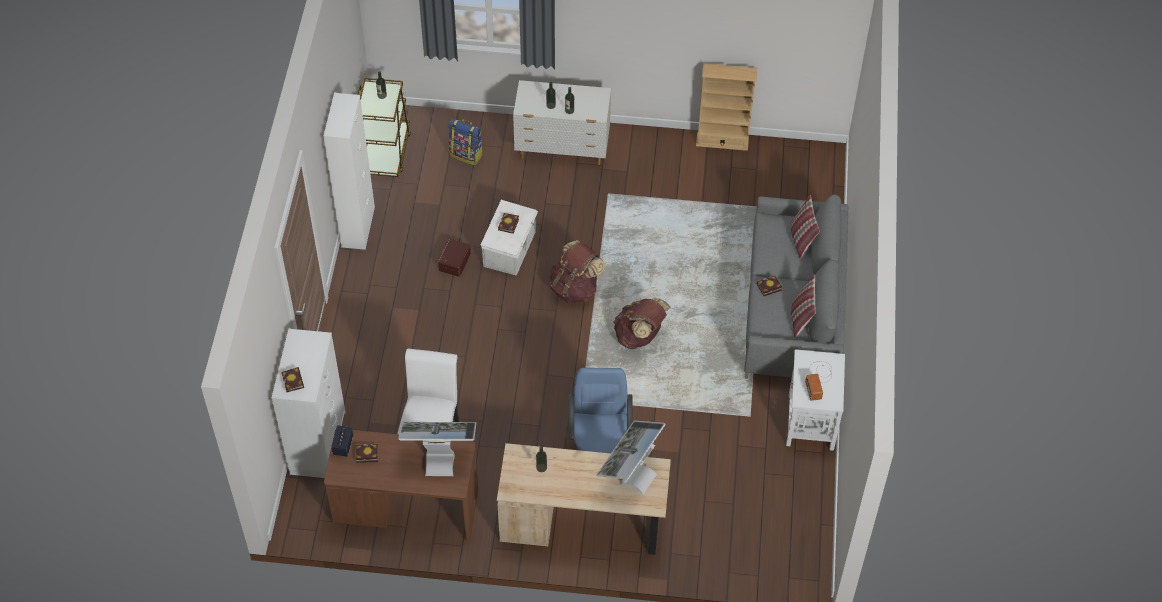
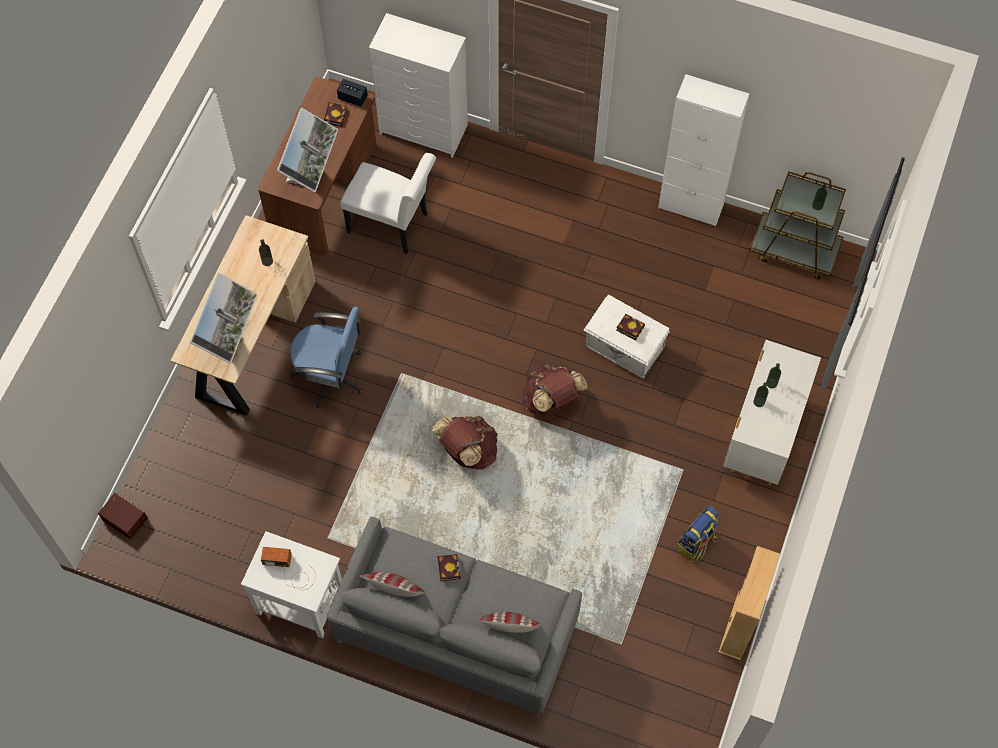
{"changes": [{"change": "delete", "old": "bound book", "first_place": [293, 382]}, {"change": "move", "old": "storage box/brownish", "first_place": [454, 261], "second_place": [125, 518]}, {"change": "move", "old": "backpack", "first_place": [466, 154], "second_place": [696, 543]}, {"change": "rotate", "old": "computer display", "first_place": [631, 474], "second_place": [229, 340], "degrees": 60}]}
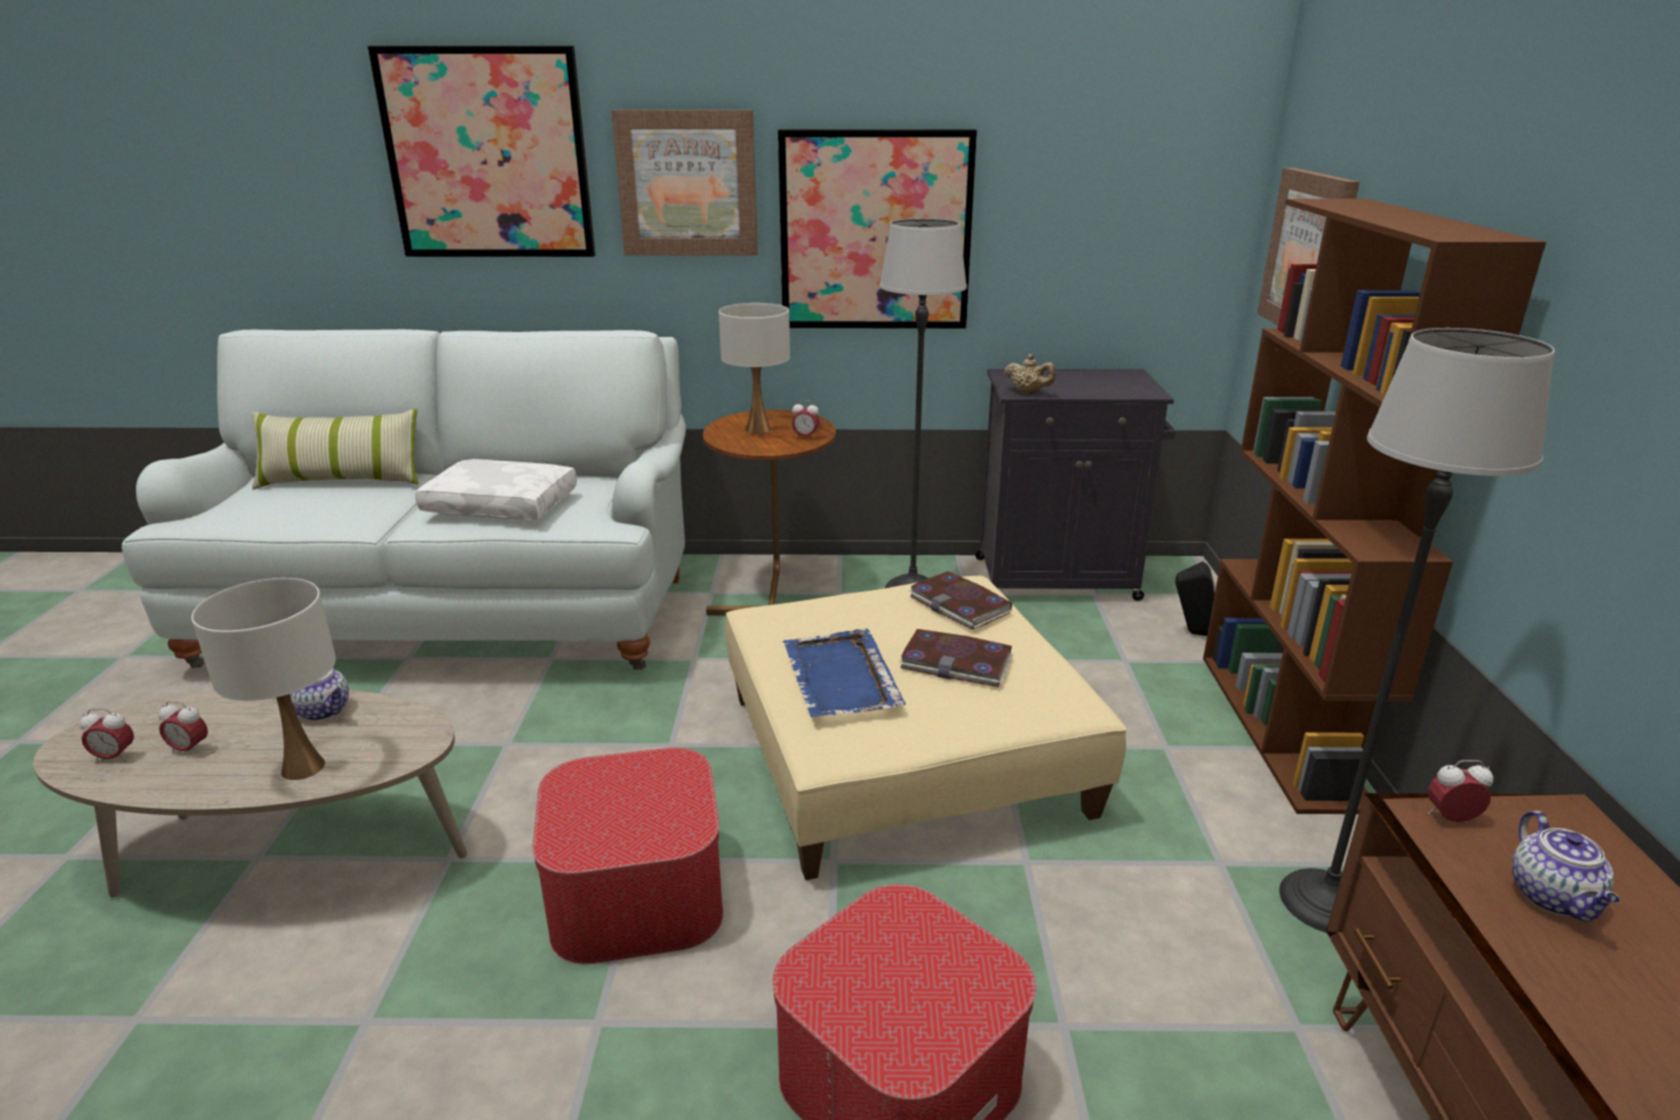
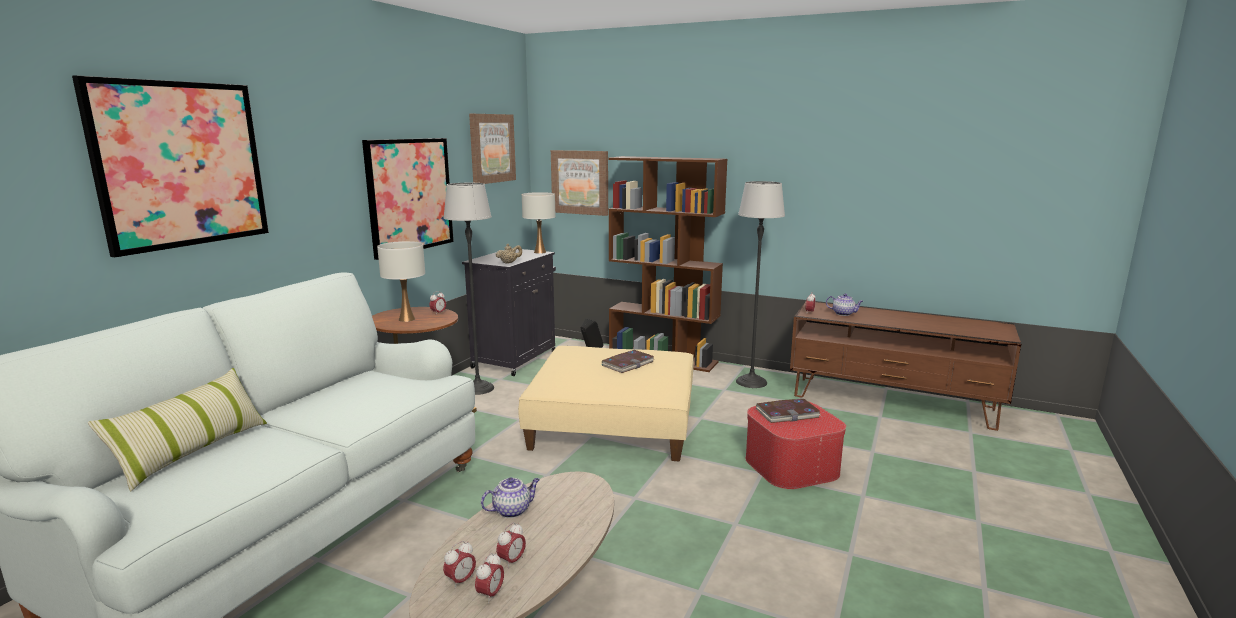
{"changes": [{"change": "delete", "old": "throw pillow/white", "first_place": [503, 505]}, {"change": "delete", "old": "ottoman", "first_place": [636, 893]}, {"change": "delete", "old": "carrying tray/blue-coloured", "first_place": [841, 678]}, {"change": "insert", "new": "bedside clock", "second_place": [461, 581]}, {"change": "move", "old": "tabletop lamp/white", "first_place": [302, 767], "second_place": [539, 252]}, {"change": "move", "old": "wall picture", "first_place": [687, 183], "second_place": [491, 148]}, {"change": "move", "old": "bound book", "first_place": [960, 604], "second_place": [787, 413]}]}
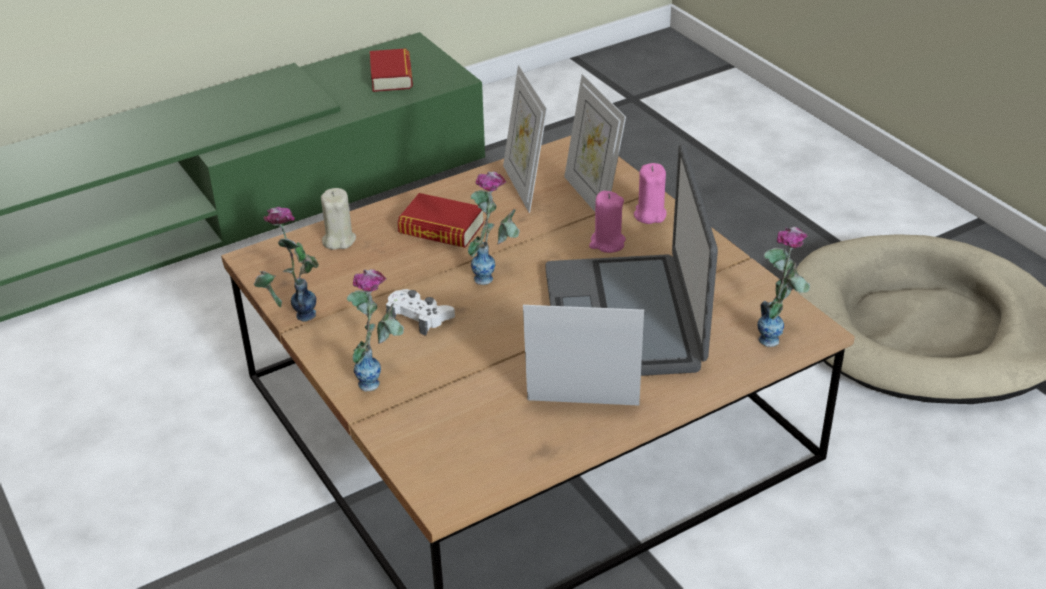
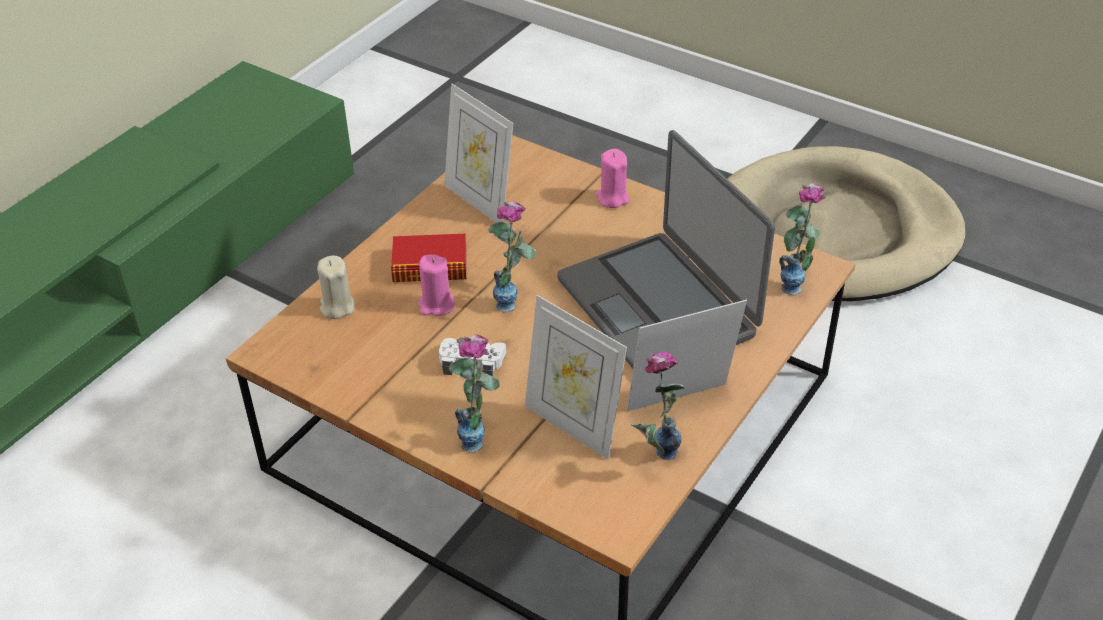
{"changes": [{"change": "delete", "old": "bound book", "first_place": [391, 76]}, {"change": "move", "old": "vase", "first_place": [291, 318], "second_place": [655, 459]}, {"change": "move", "old": "photo frame", "first_place": [592, 197], "second_place": [573, 425]}, {"change": "move", "old": "wax candle/pinkish", "first_place": [607, 243], "second_place": [436, 305]}]}
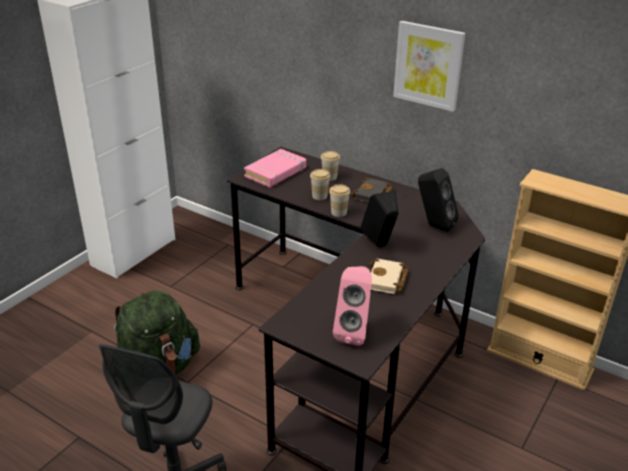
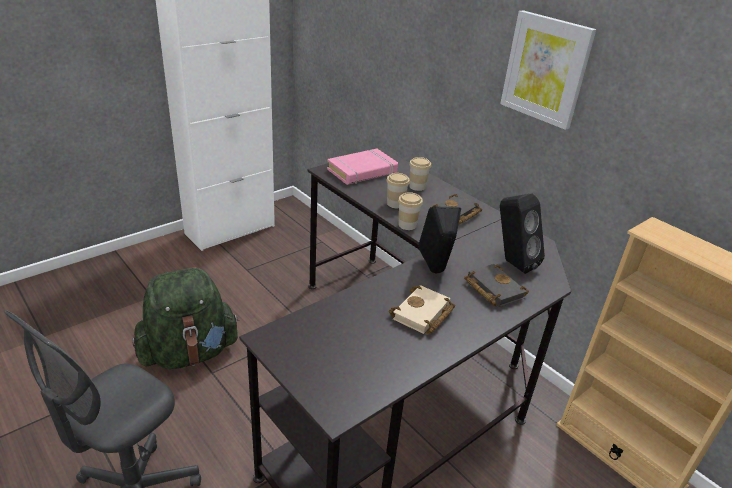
{"changes": [{"change": "delete", "old": "audio speaker/pinkish", "first_place": [354, 332]}, {"change": "insert", "new": "bound book/black-coloured", "second_place": [492, 289]}]}
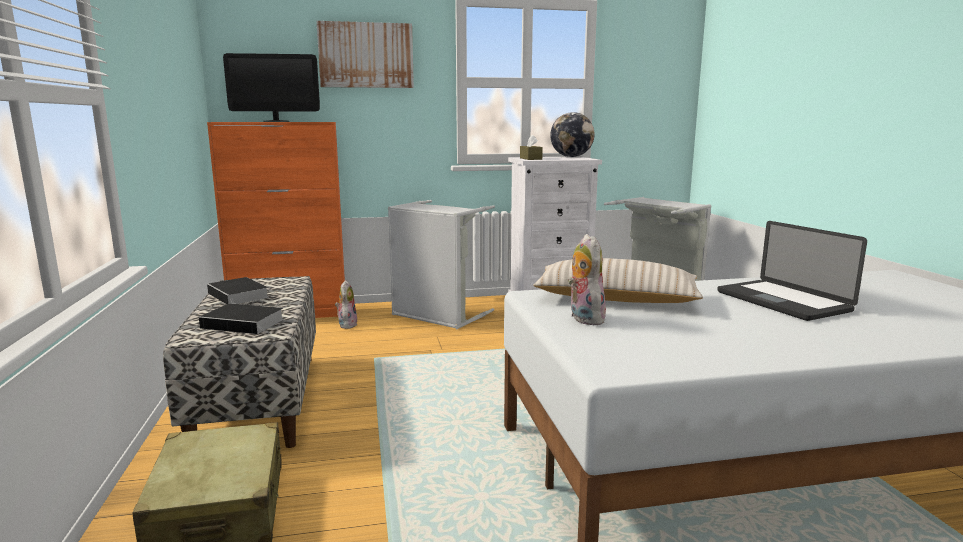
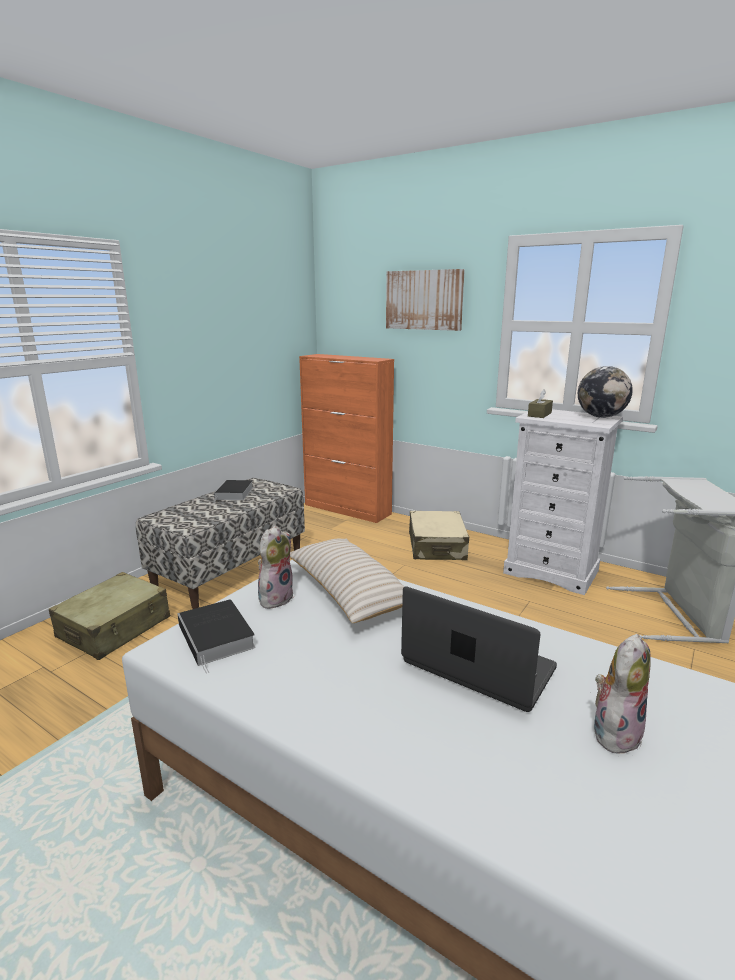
{"changes": [{"change": "delete", "old": "computer display", "first_place": [276, 121]}, {"change": "move", "old": "bound book", "first_place": [245, 323], "second_place": [217, 637]}, {"change": "move", "old": "cuddly toy", "first_place": [347, 324], "second_place": [614, 731]}, {"change": "replace", "old": "hamper/greyish", "new": "suitcase/sand-coloured", "first_place": [437, 316], "second_place": [436, 546]}, {"change": "rotate", "old": "notebook computer", "first_place": [782, 301], "second_place": [478, 666], "degrees": 105}]}
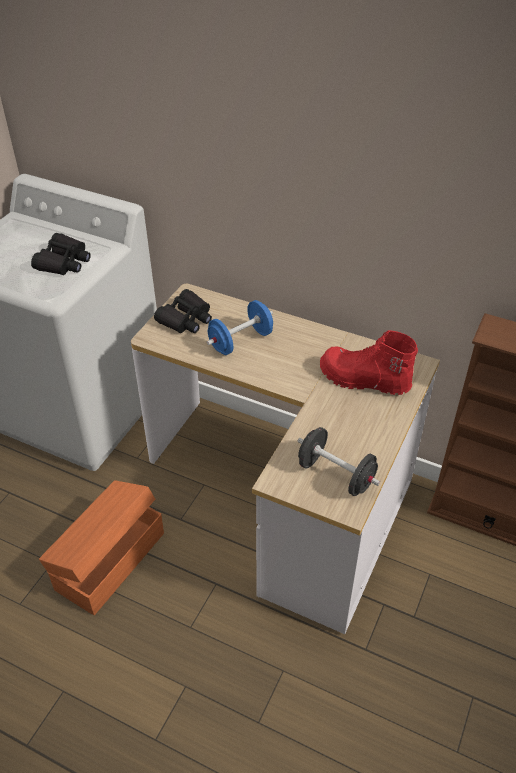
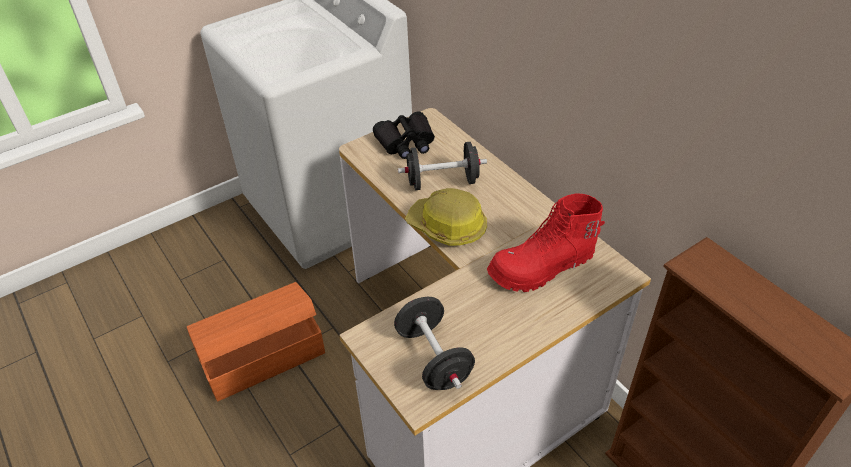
{"changes": [{"change": "delete", "old": "binoculars/black-coloured", "first_place": [64, 262]}, {"change": "insert", "new": "hard hat", "second_place": [447, 227]}, {"change": "recolor", "old": "hand weight/blue-coloured", "new": "hand weight/black-coloured", "first_place": [240, 341], "second_place": [442, 182]}, {"change": "rotate", "old": "boot/red", "first_place": [363, 380], "second_place": [542, 268], "degrees": -75}]}
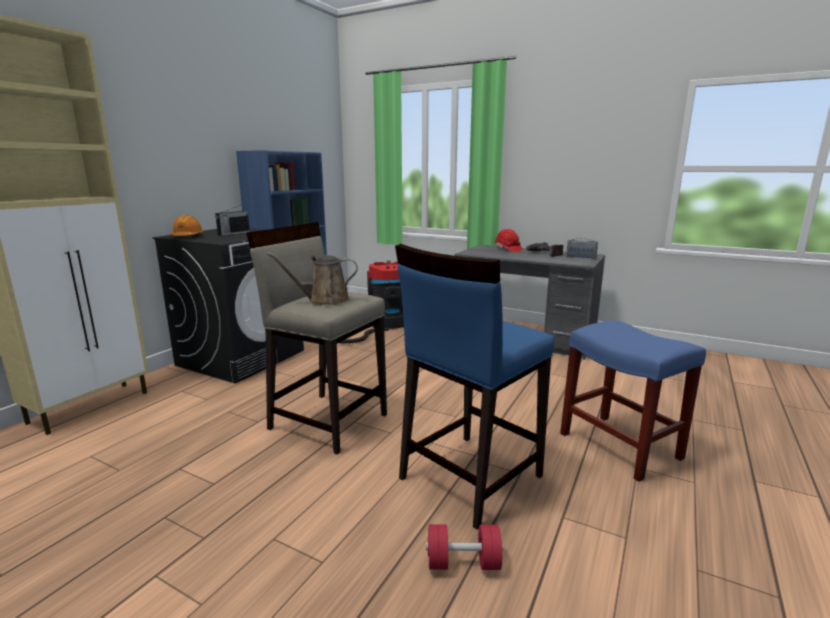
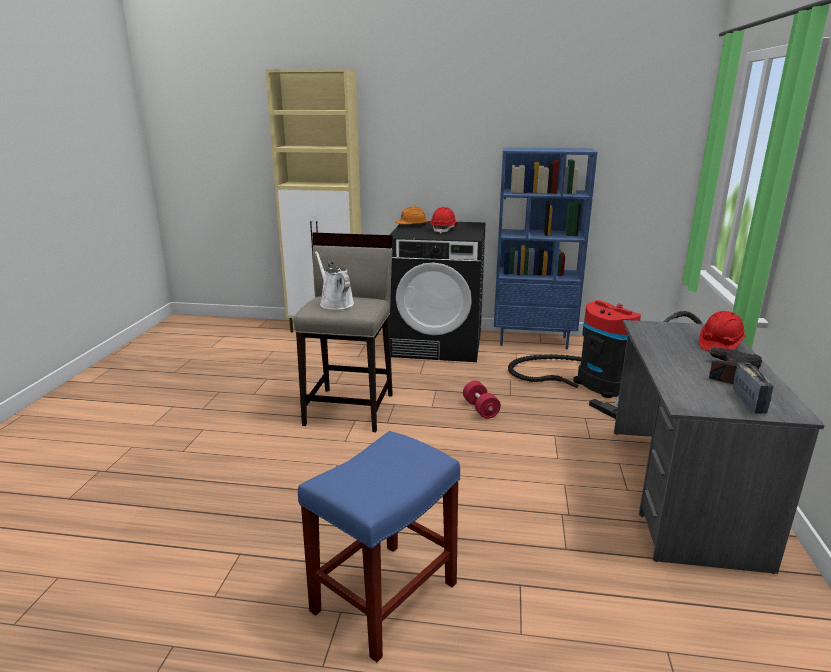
{"changes": [{"change": "delete", "old": "stool/blue-coloured", "first_place": [469, 477]}, {"change": "move", "old": "hand weight/red", "first_place": [463, 563], "second_place": [480, 409]}, {"change": "replace", "old": "radio", "new": "hard hat/red", "first_place": [233, 233], "second_place": [444, 230]}, {"change": "recolor", "old": "watering pot/brownish", "new": "watering pot/white", "first_place": [324, 300], "second_place": [335, 303]}]}
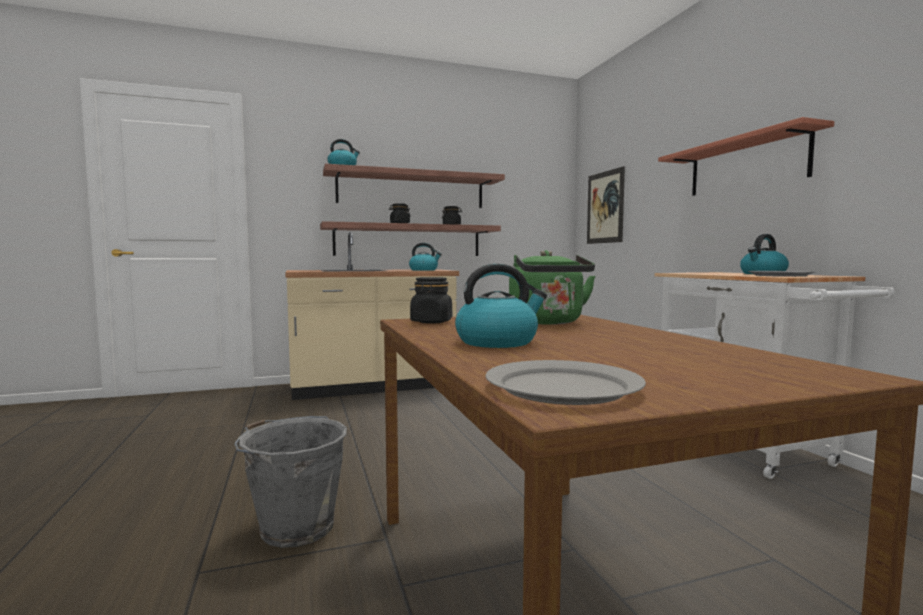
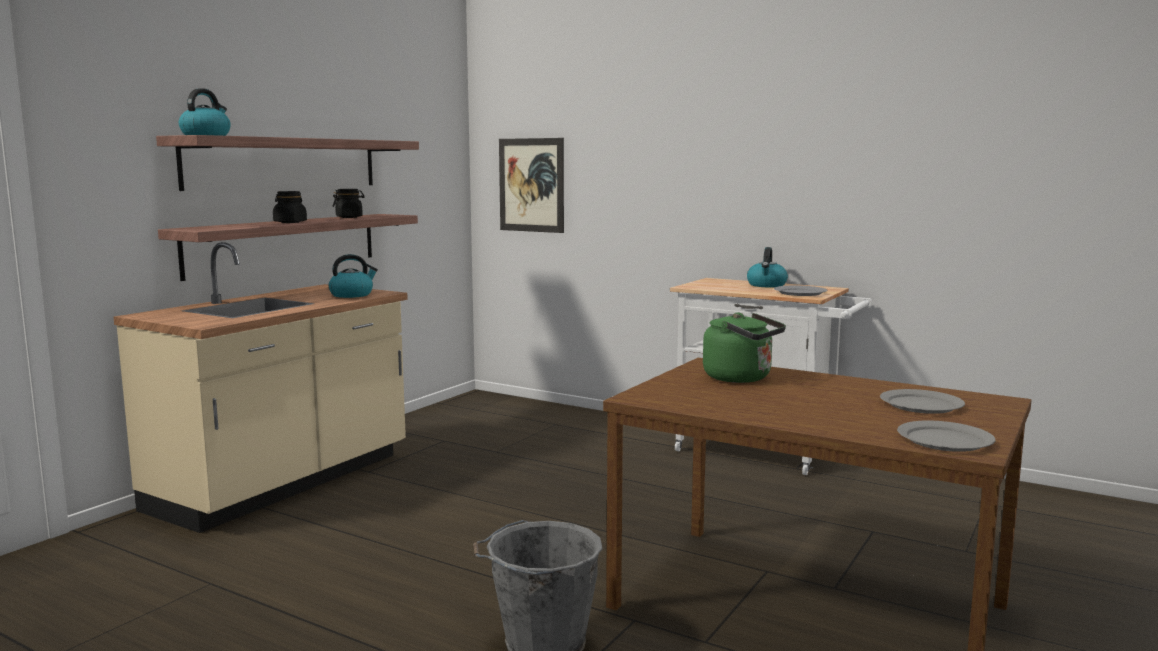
{"changes": [{"change": "delete", "old": "jar/black-coloured", "first_place": [431, 322]}, {"change": "delete", "old": "water kettle", "first_place": [498, 342]}, {"change": "delete", "old": "wall shelf", "first_place": [746, 165]}, {"change": "insert", "new": "plate/greyish", "second_place": [920, 405]}]}
